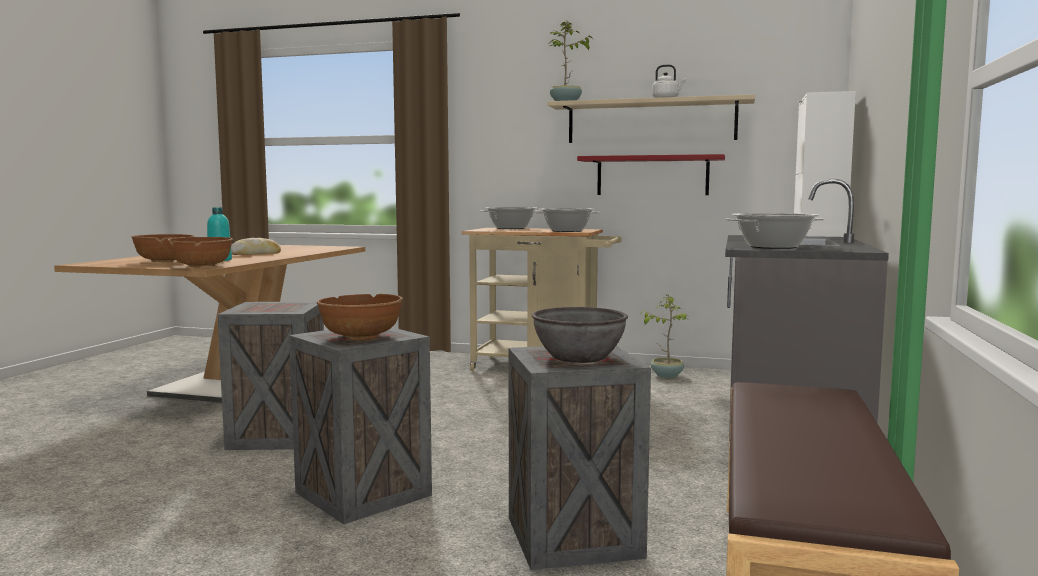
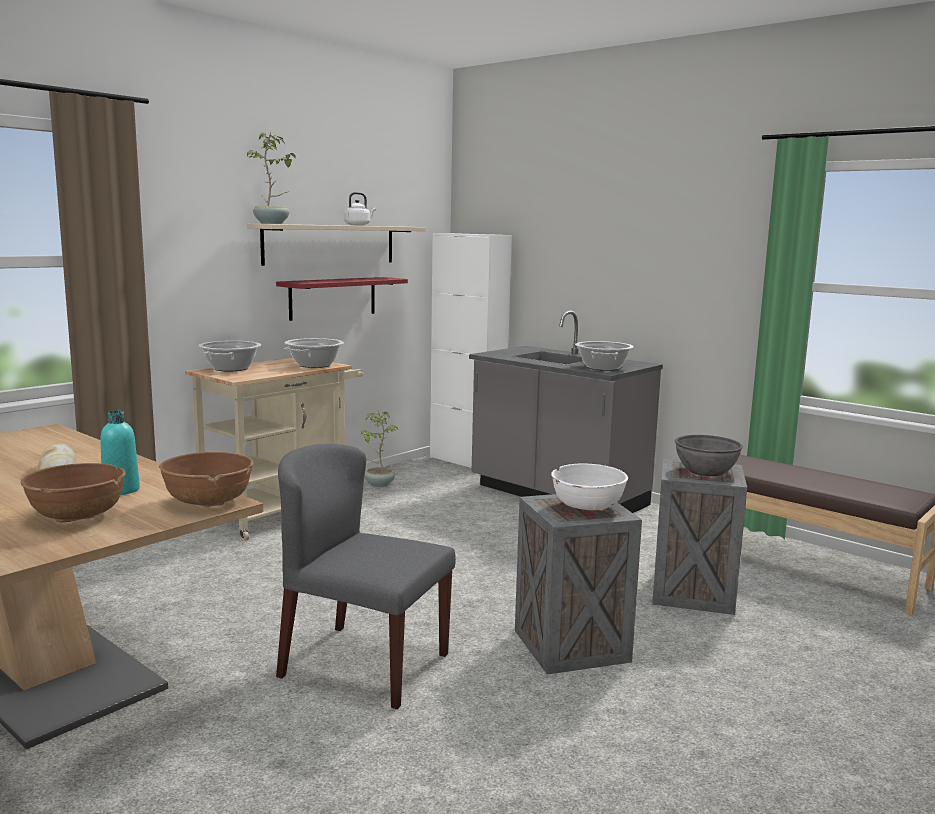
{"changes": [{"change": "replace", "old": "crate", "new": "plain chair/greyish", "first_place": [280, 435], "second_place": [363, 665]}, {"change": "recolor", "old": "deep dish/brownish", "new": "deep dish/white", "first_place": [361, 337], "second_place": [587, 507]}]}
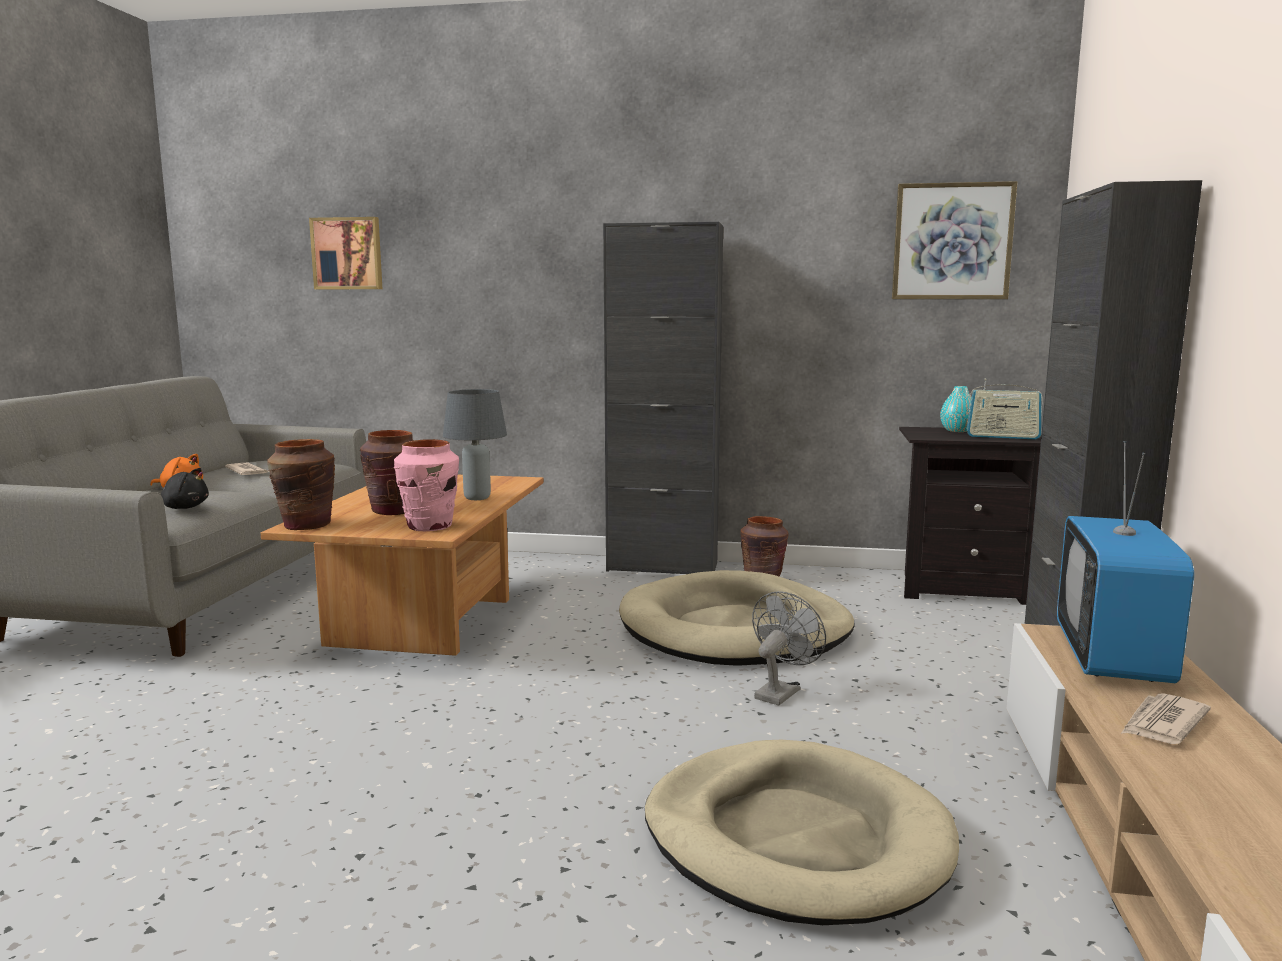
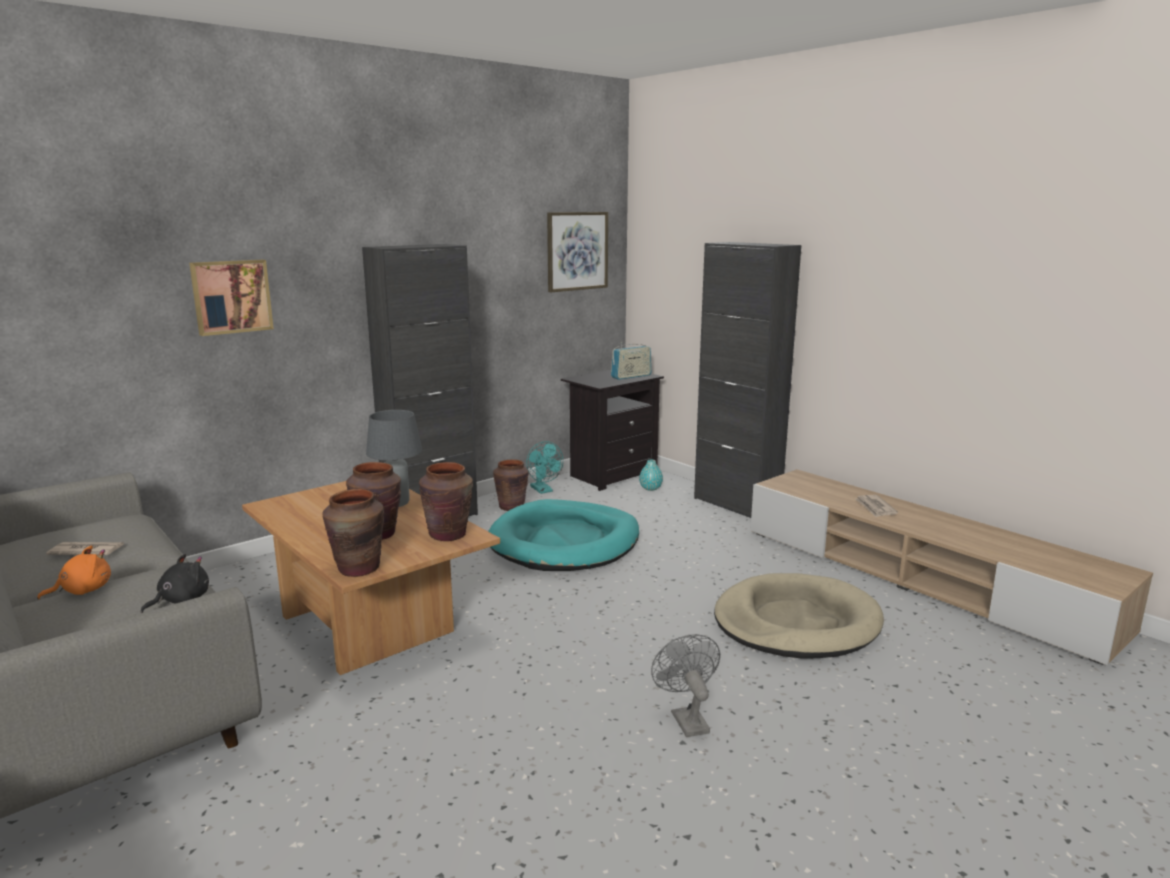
{"changes": [{"change": "delete", "old": "TV set", "first_place": [1112, 657]}, {"change": "insert", "new": "fan/blue-green", "second_place": [543, 490]}, {"change": "move", "old": "wall picture", "first_place": [348, 253], "second_place": [231, 296]}, {"change": "move", "old": "fan/greyish", "first_place": [780, 691], "second_place": [686, 719]}, {"change": "move", "old": "vase/blue-green", "first_place": [957, 430], "second_place": [650, 488]}, {"change": "recolor", "old": "vase/pinkish", "new": "vase/brownish", "first_place": [429, 526], "second_place": [448, 534]}, {"change": "recolor", "old": "pet bed/sand-coloured", "new": "pet bed/blue-green", "first_place": [735, 629], "second_place": [565, 542]}]}
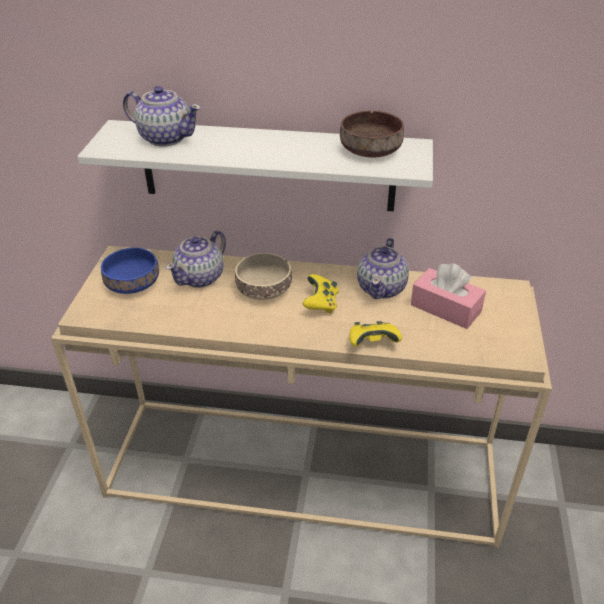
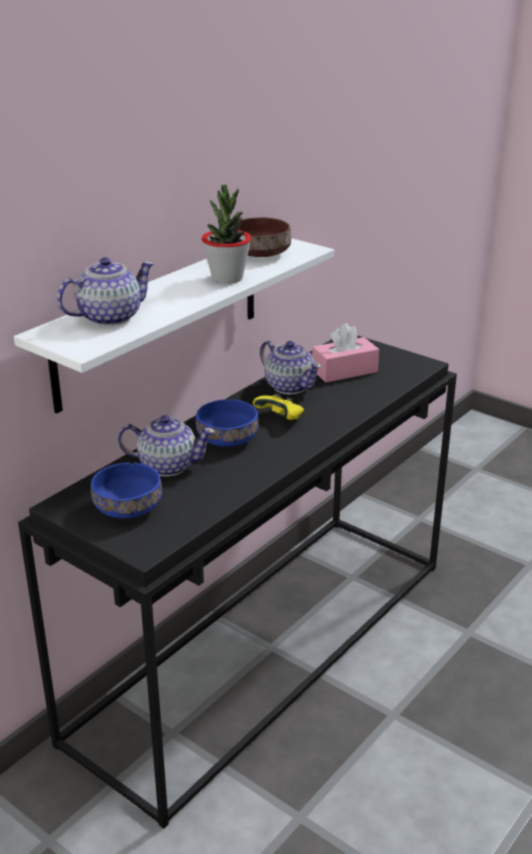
{"changes": [{"change": "delete", "old": "game controller/yellow", "first_place": [372, 343]}, {"change": "insert", "new": "houseplant", "second_place": [227, 278]}, {"change": "recolor", "old": "hall table/sand-coloured", "new": "hall table/black-coloured", "first_place": [306, 468], "second_place": [265, 644]}, {"change": "recolor", "old": "deep dish/sand-coloured", "new": "deep dish/blue-coloured", "first_place": [262, 289], "second_place": [226, 439]}, {"change": "rotate", "old": "teapot", "first_place": [201, 277], "second_place": [167, 465], "degrees": -60}]}
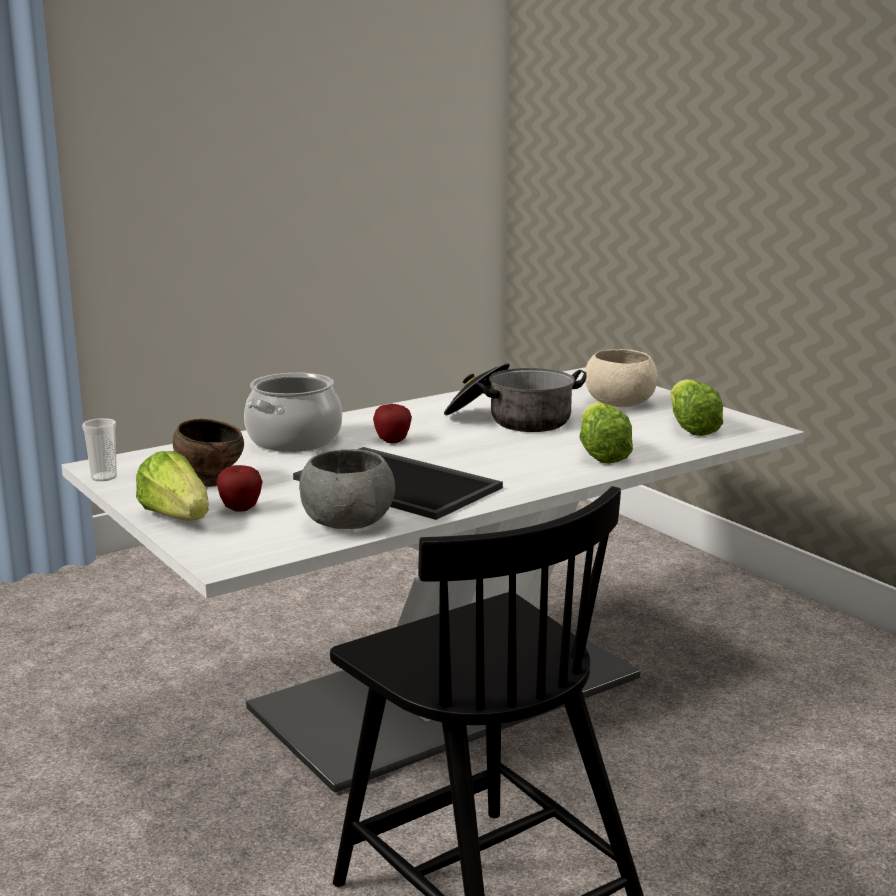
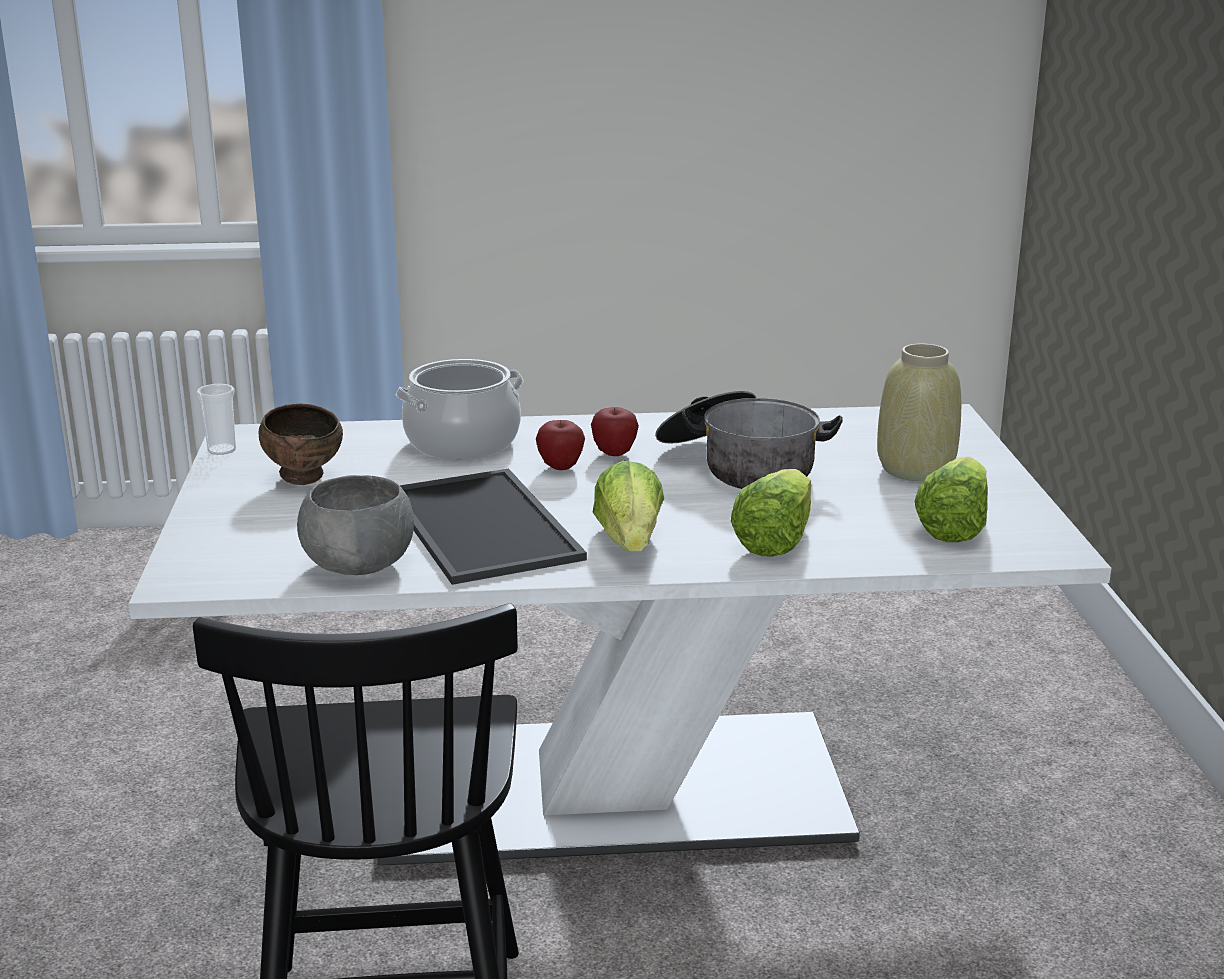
{"changes": [{"change": "move", "old": "head of lettuce", "first_place": [177, 517], "second_place": [630, 541]}, {"change": "move", "old": "whole apple", "first_place": [241, 509], "second_place": [614, 454]}, {"change": "replace", "old": "deep dish/sand-coloured", "new": "vase/sand-coloured", "first_place": [619, 403], "second_place": [915, 469]}]}
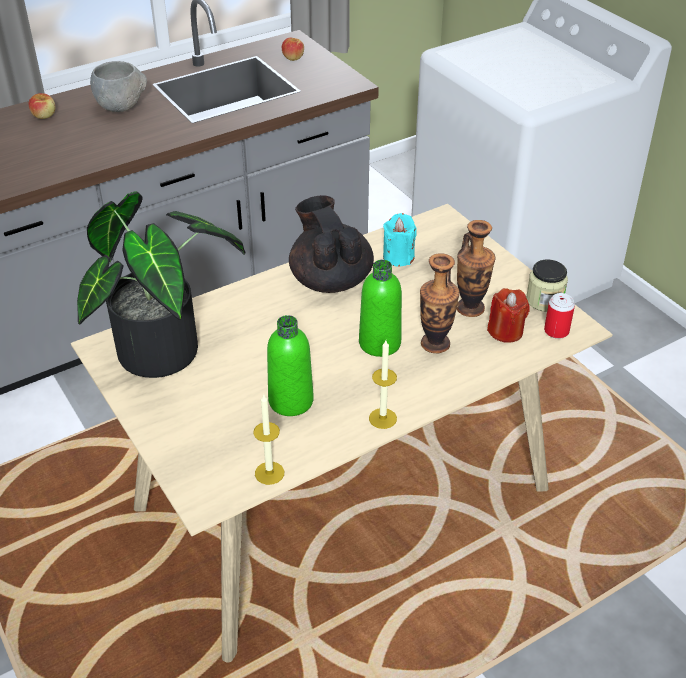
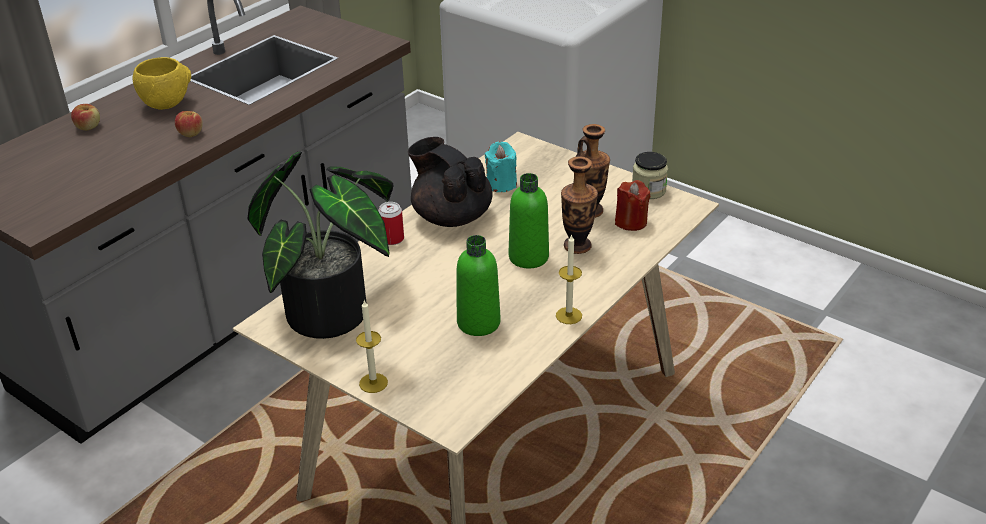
{"changes": [{"change": "move", "old": "wax candle", "first_place": [269, 473], "second_place": [373, 383]}, {"change": "move", "old": "whole apple", "first_place": [293, 58], "second_place": [190, 133]}, {"change": "move", "old": "can", "first_place": [556, 331], "second_place": [392, 239]}, {"change": "recolor", "old": "deep dish/greyish", "new": "deep dish/yellow", "first_place": [121, 108], "second_place": [167, 105]}]}
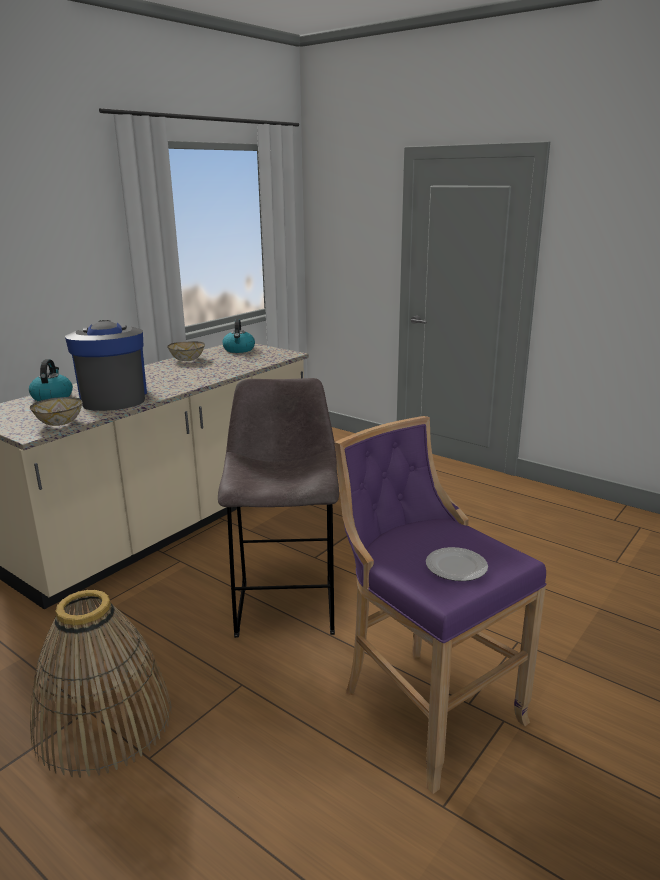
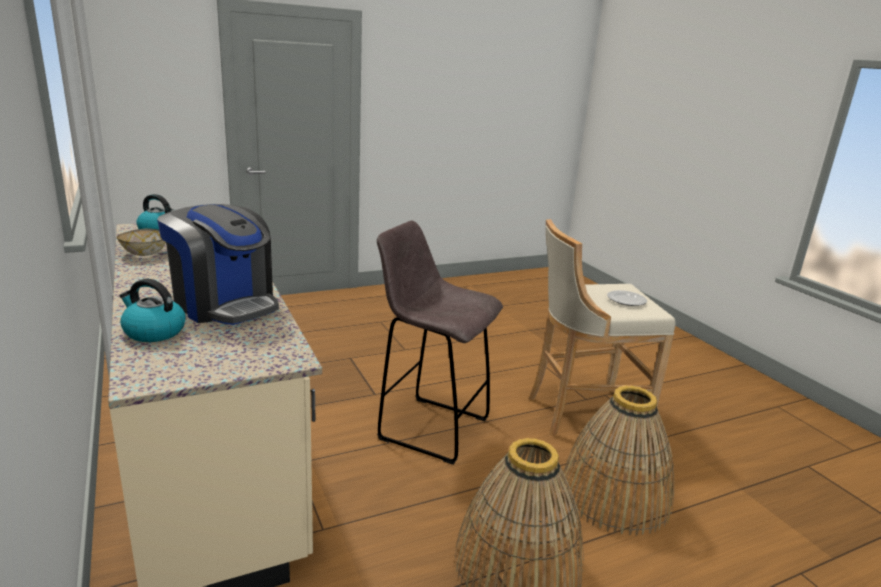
{"changes": [{"change": "delete", "old": "deep dish", "first_place": [59, 423]}, {"change": "insert", "new": "household basket", "second_place": [615, 495]}, {"change": "recolor", "old": "stool/purplish", "new": "stool/sand-coloured", "first_place": [425, 707], "second_place": [581, 413]}, {"change": "rotate", "old": "coffee brewer", "first_place": [113, 397], "second_place": [224, 304], "degrees": -150}]}
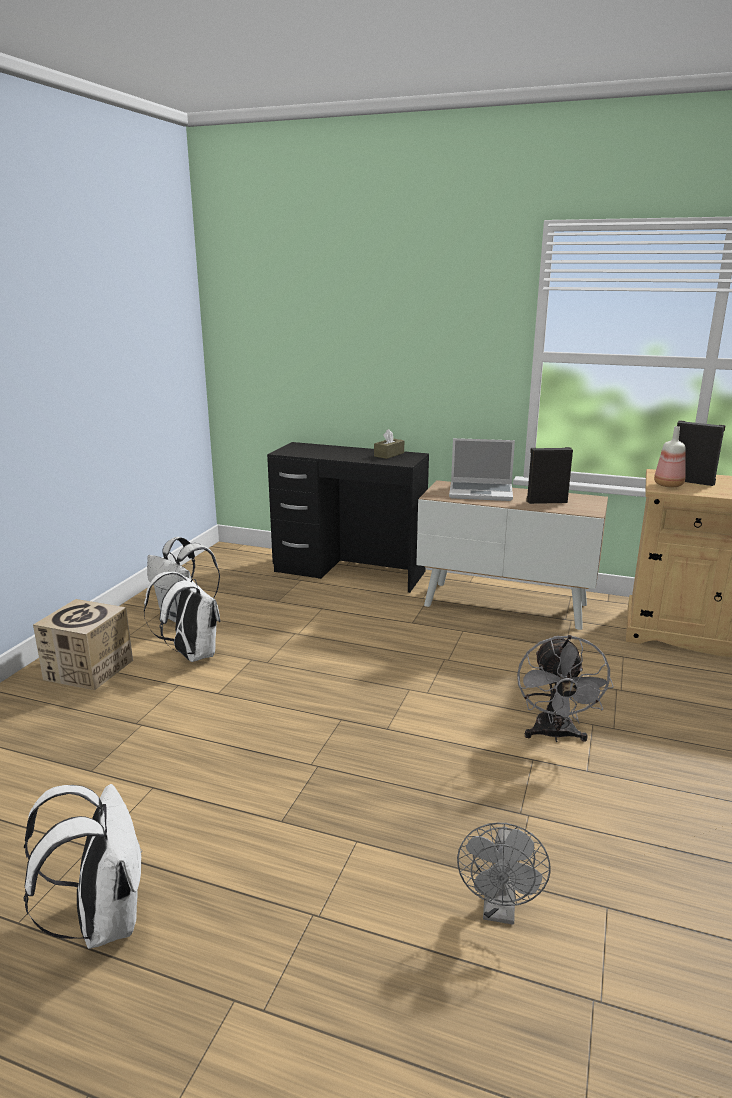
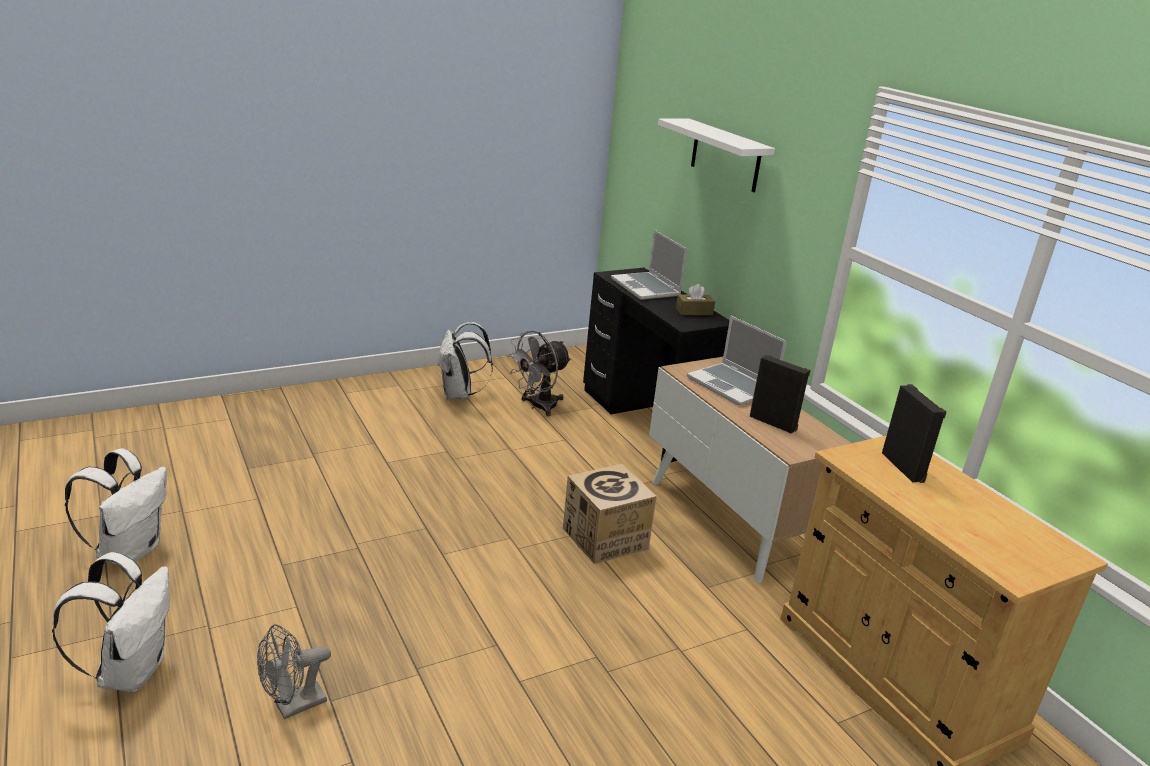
{"changes": [{"change": "delete", "old": "bottle", "first_place": [669, 485]}, {"change": "insert", "new": "notebook computer", "second_place": [646, 288]}, {"change": "insert", "new": "wall shelf/white", "second_place": [725, 155]}, {"change": "move", "old": "cardboard box", "first_place": [89, 670], "second_place": [605, 538]}, {"change": "move", "old": "backpack/white", "first_place": [191, 655], "second_place": [131, 670]}, {"change": "move", "old": "fan/greyish", "first_place": [555, 735], "second_place": [538, 406]}]}
